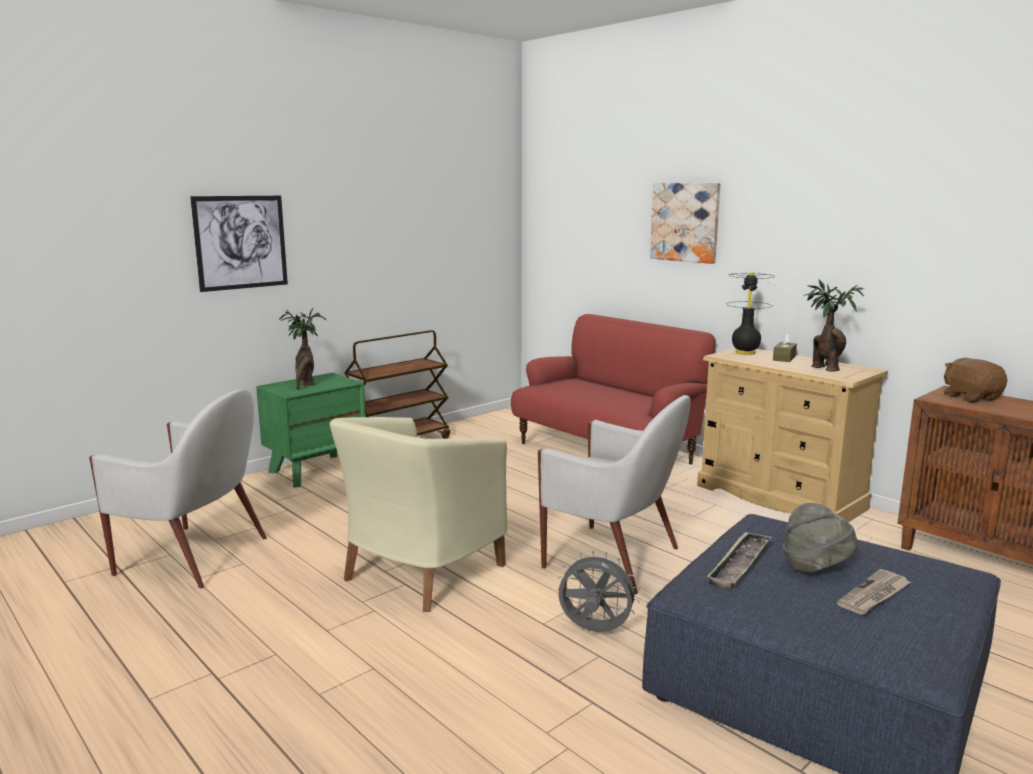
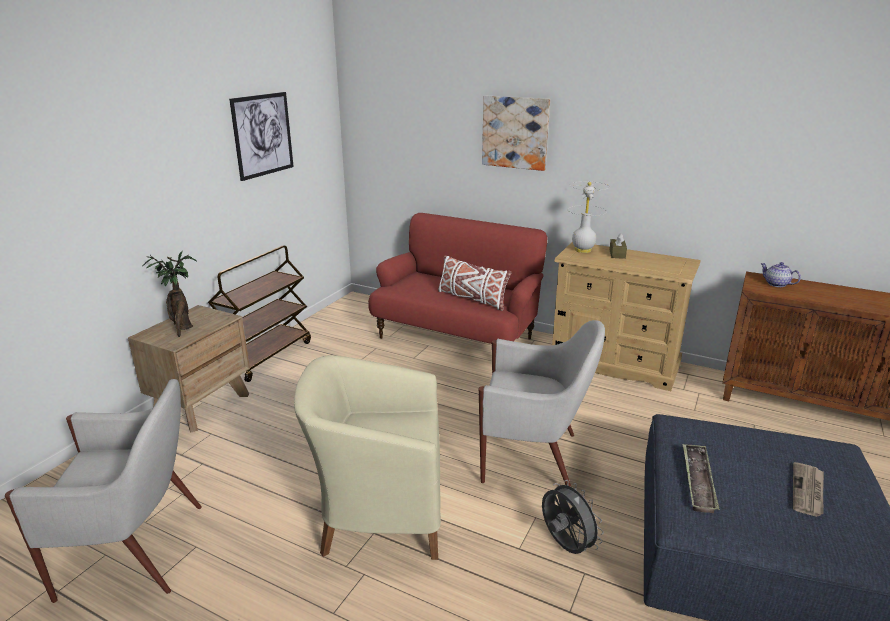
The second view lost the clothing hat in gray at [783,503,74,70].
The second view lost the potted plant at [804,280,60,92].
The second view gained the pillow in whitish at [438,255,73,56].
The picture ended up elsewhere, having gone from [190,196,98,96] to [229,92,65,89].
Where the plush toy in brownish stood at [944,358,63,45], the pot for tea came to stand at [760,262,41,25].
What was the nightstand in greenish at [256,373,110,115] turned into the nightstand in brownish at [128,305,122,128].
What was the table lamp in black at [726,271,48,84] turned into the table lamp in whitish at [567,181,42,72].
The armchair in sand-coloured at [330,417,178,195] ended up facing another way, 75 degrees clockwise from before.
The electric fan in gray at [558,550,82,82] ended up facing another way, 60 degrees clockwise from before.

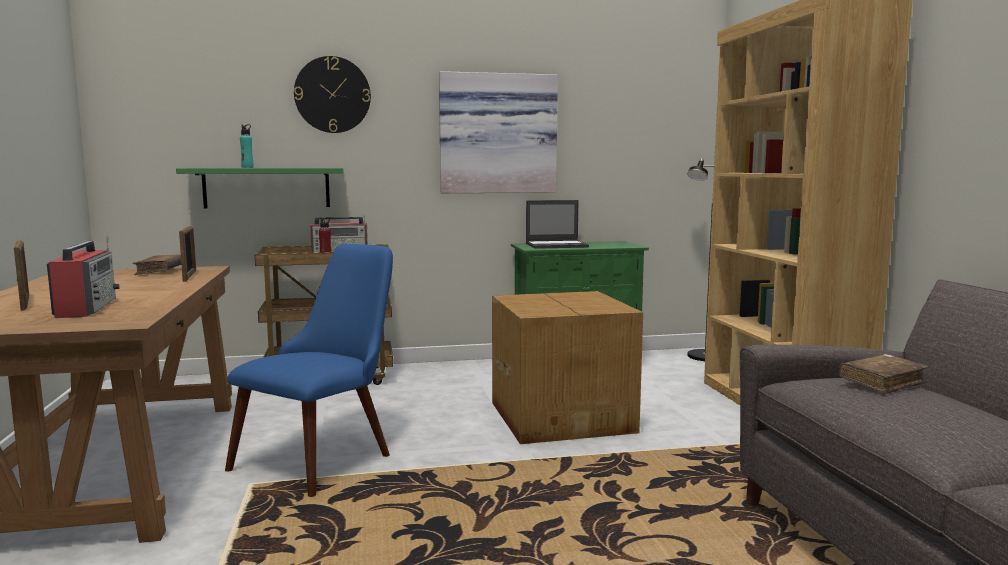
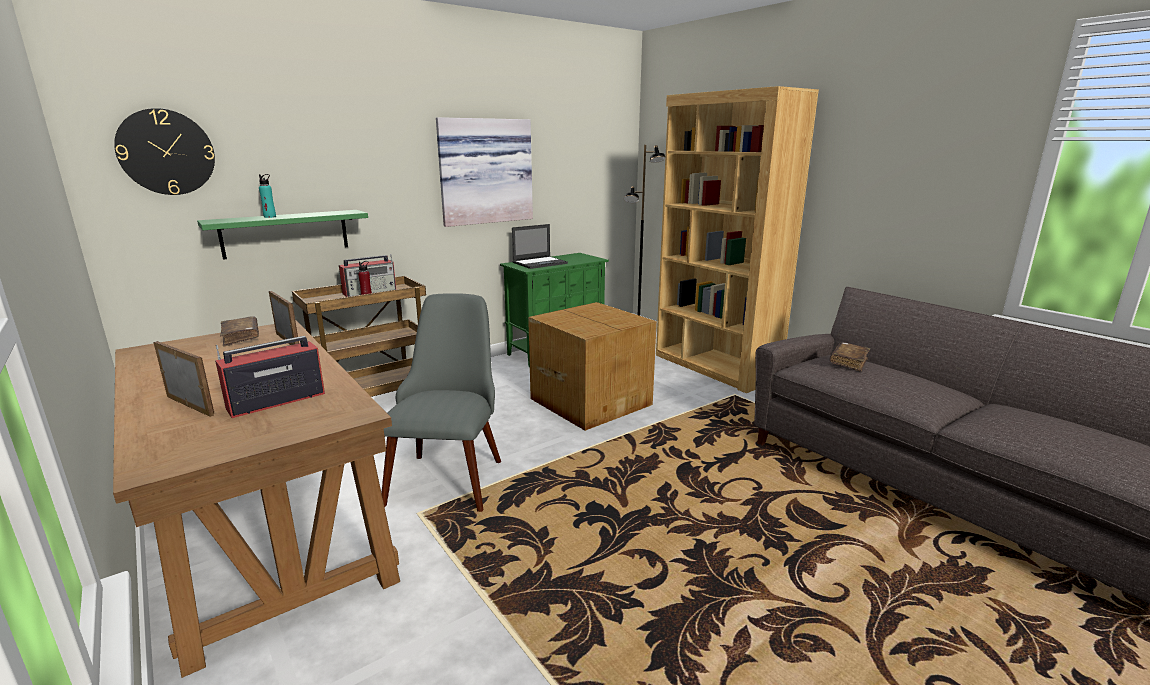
The hanging clock ended up elsewhere, having gone from [294,56,77,77] to [114,108,101,87].
What was the upright chair in bluish at [225,244,168,253] turned into the upright chair in gray at [382,293,119,219].
The radio at [47,236,73,82] ended up facing another way, 90 degrees counterclockwise from before.

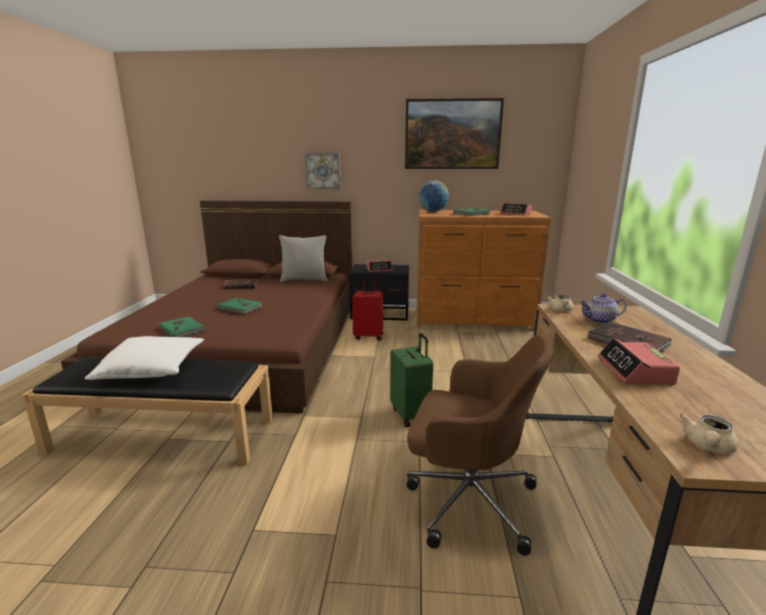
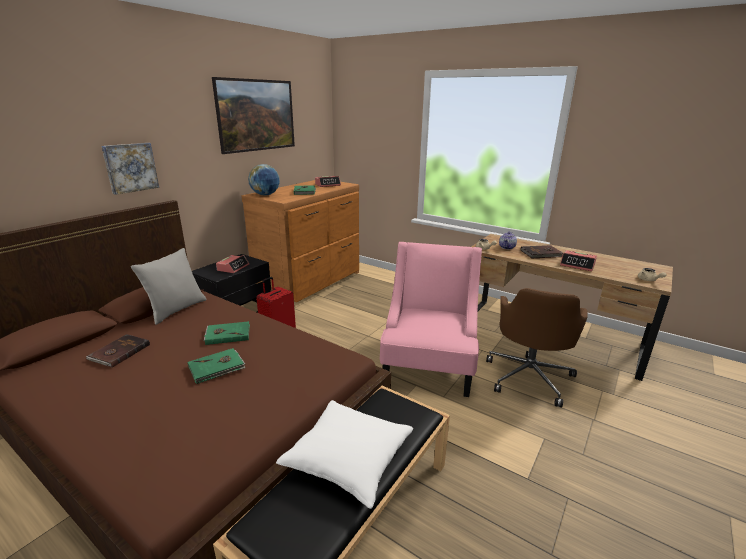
The book in greenish ended up elsewhere, having gone from [159,316,46,21] to [204,321,46,24].
Where the travel case in greenish stood at [391,333,42,94], the armchair in pink came to stand at [380,242,102,155].
The computer chair in brownish at [406,335,147,221] ended up facing another way, 150 degrees clockwise from before.

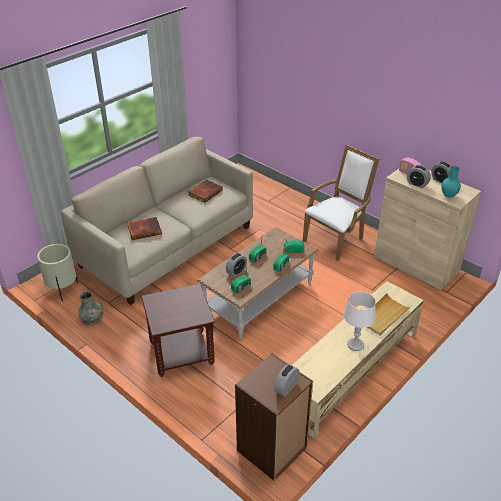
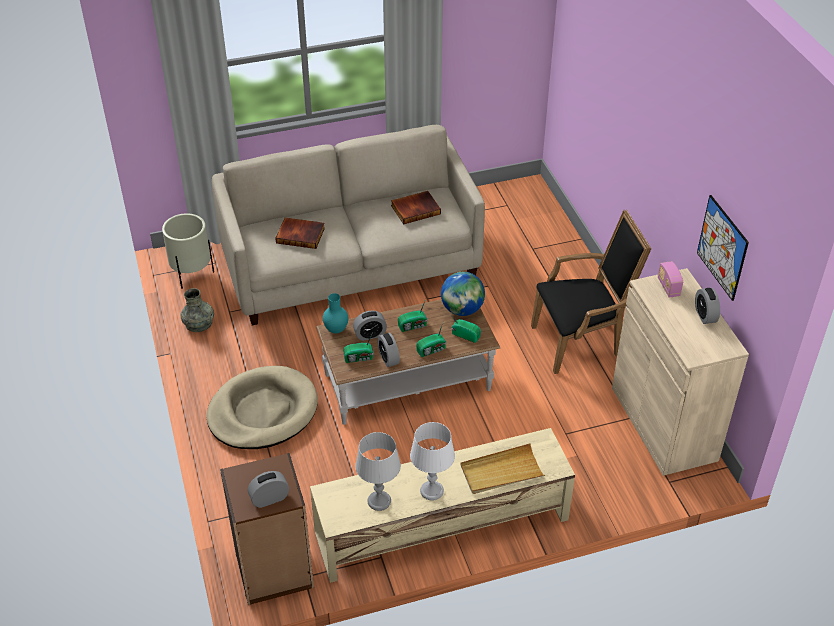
The second view gained the table lamp in gray at [355,432,46,79].
The second view gained the desk globe at [441,272,44,44].
The second view gained the picture at [697,195,52,106].
The alarm clock ended up elsewhere, having gone from [407,165,24,23] to [377,333,23,34].
The vase in blue-green ended up elsewhere, having gone from [441,166,20,32] to [323,293,25,40].
Where the end table in brownish stood at [141,284,74,93], the dog cushion in sand-coloured came to stand at [207,366,111,83].
What was the armchair in whitish at [303,145,76,116] turned into the armchair in black at [531,210,121,164].

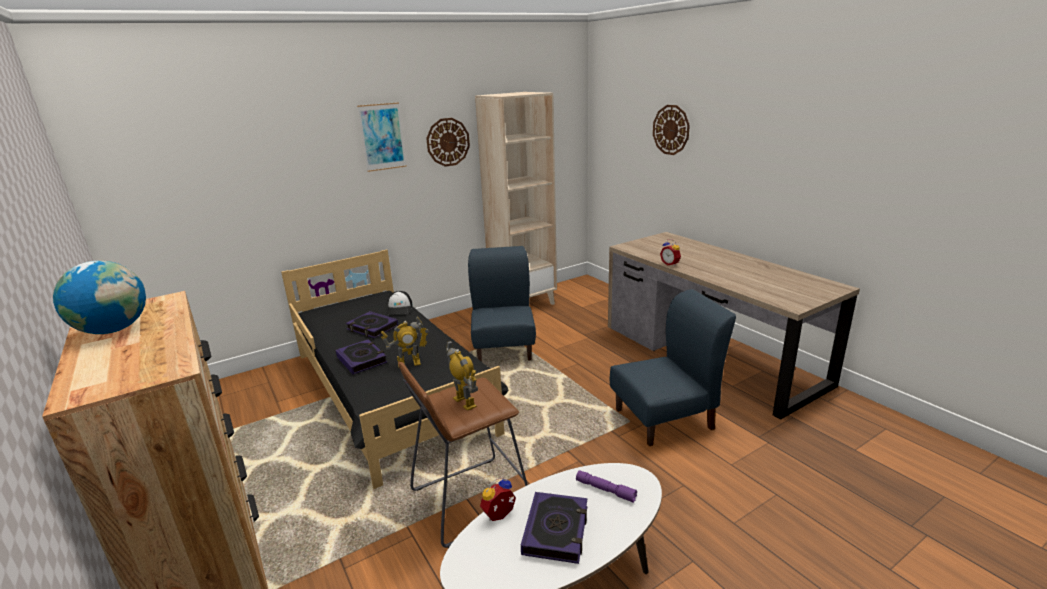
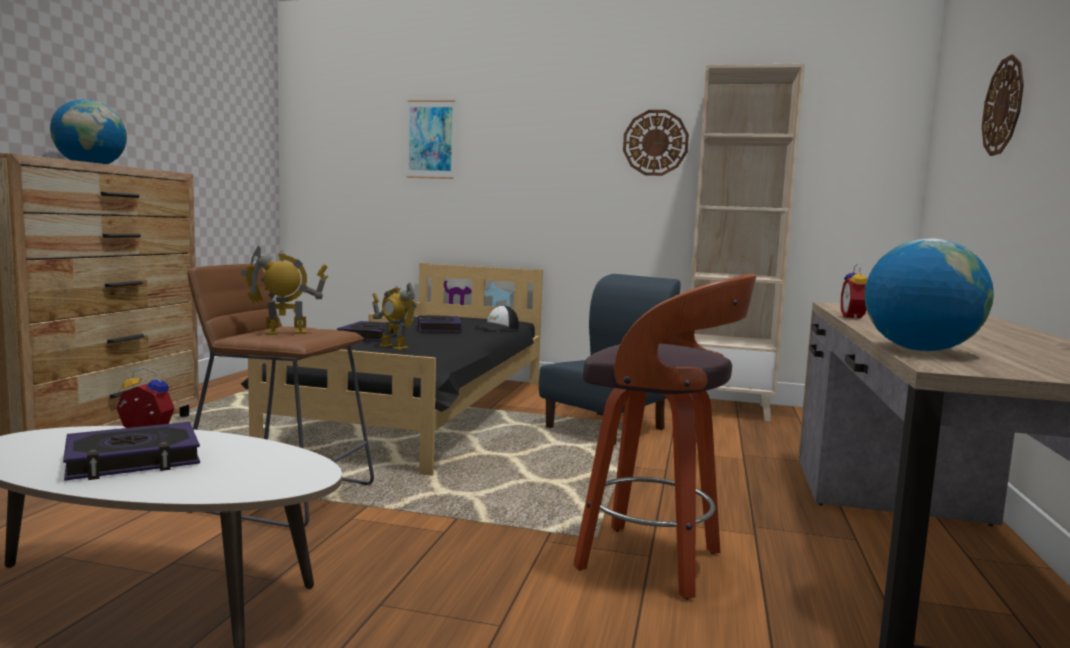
The second view lost the torch in purple at [576,470,61,33].
The second view gained the desk globe at [865,238,129,113].
The picture ended up elsewhere, having gone from [357,102,50,70] to [406,100,49,79].
Where the upright chair in bluish stood at [610,289,126,157], the stool seat came to stand at [573,274,184,326].
The model robot at [446,340,32,71] ended up facing another way, 120 degrees counterclockwise from before.

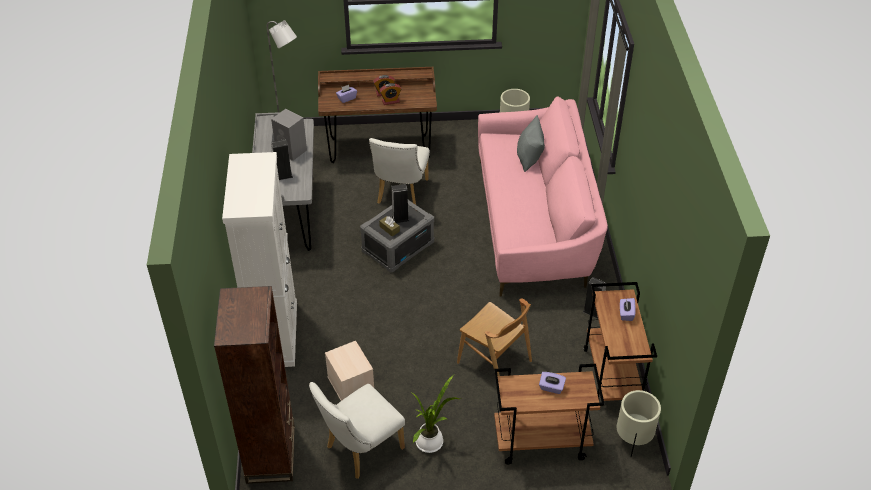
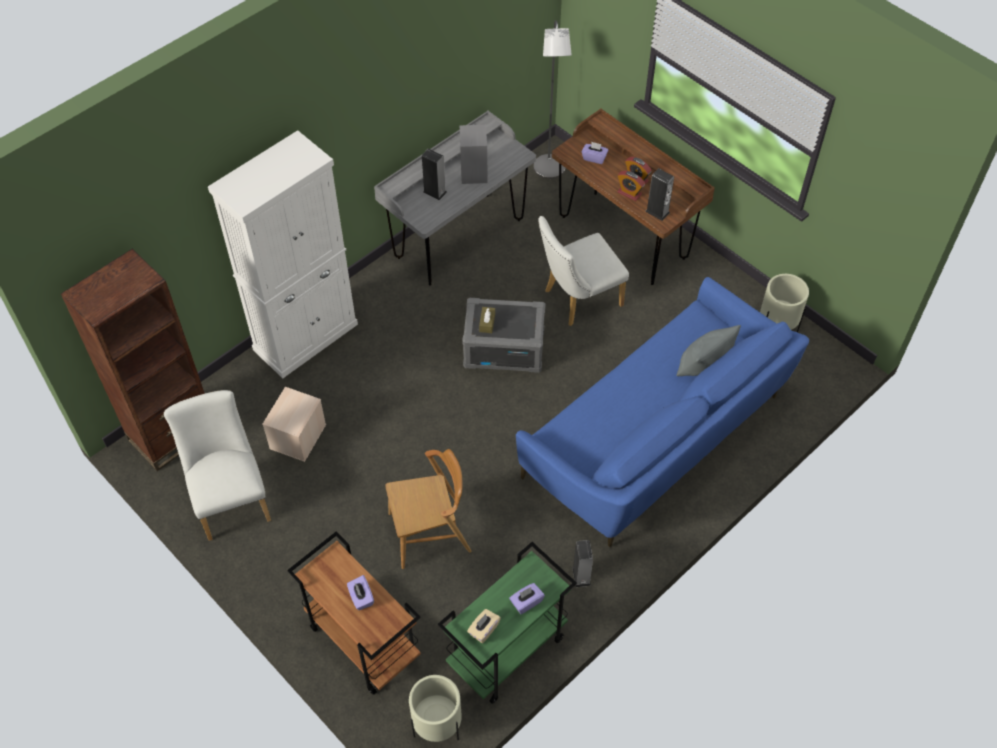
The second view lost the potted plant at [412,375,48,78].
The second view gained the tissue box in sand-coloured at [467,609,34,34].
The audio speaker ended up elsewhere, having gone from [391,184,18,39] to [645,168,29,53].
What was the settee in pink at [478,96,130,201] turned into the settee in bluish at [516,277,293,270].
What was the trolley in brownish at [584,282,73,121] turned into the trolley in greenish at [438,542,139,162].
The upright chair in whitish at [309,382,96,97] ended up facing another way, 60 degrees clockwise from before.
The upright chair in brownish at [457,298,75,78] ended up facing another way, 105 degrees counterclockwise from before.

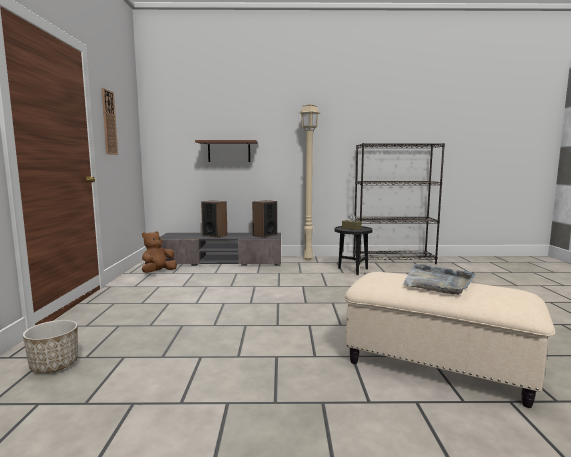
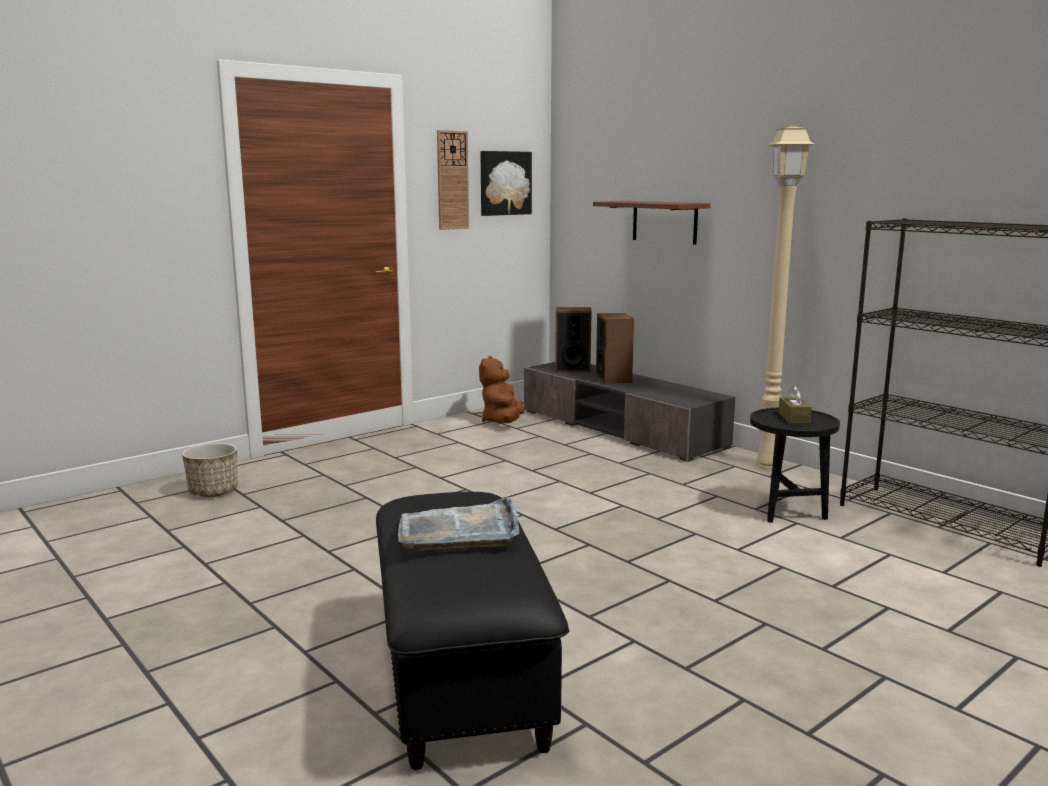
The second view gained the picture at [481,151,51,65].
The audio speaker ended up elsewhere, having gone from [252,200,25,38] to [555,307,37,65].
What was the ottoman in sand-coloured at [344,272,211,136] turned into the ottoman in black at [376,492,193,278].
The plush toy in brownish at [142,231,35,42] ended up facing another way, 75 degrees counterclockwise from before.

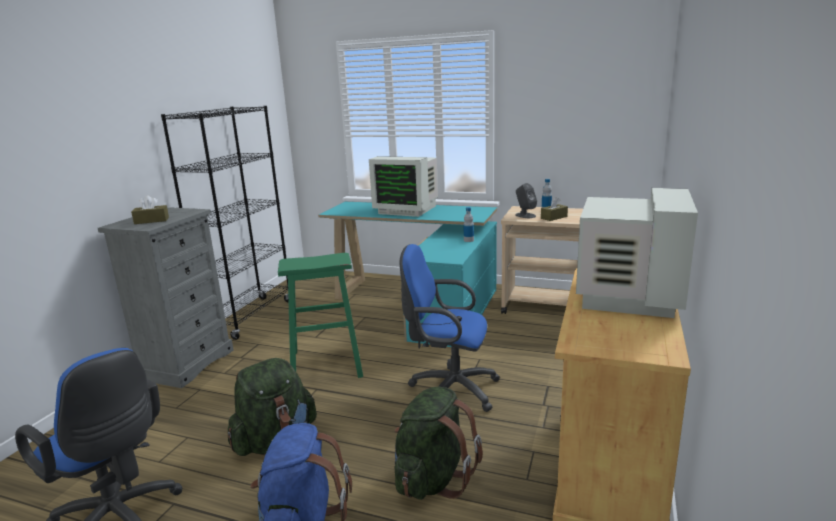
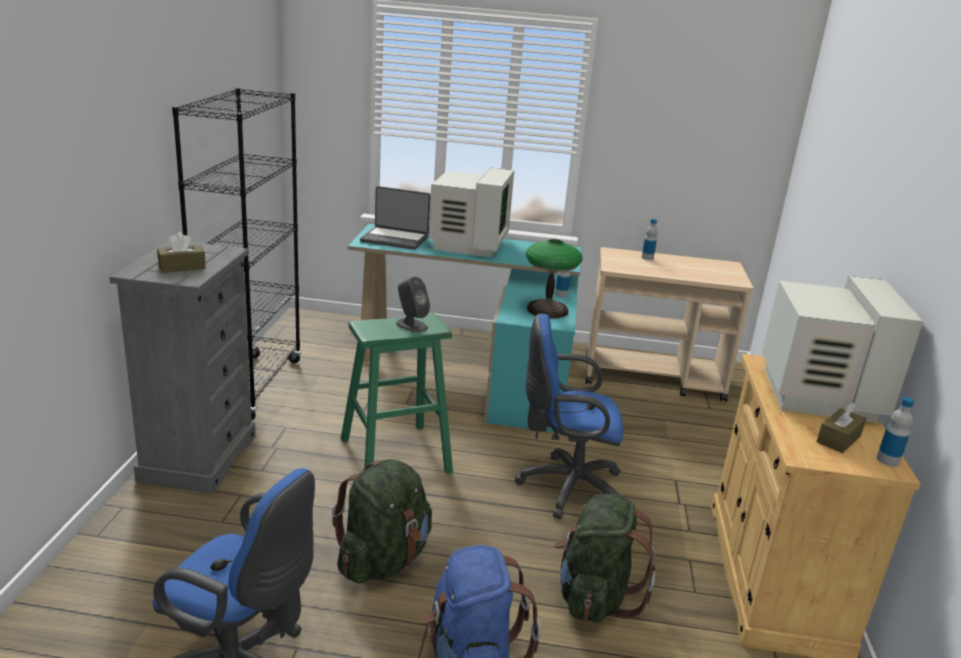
The second view gained the notebook computer at [360,186,71,64].
The second view gained the table lamp at [526,239,56,80].
The second view gained the beverage bottle at [877,397,37,70].
The audio speaker in gray ended up elsewhere, having gone from [515,183,22,35] to [396,277,34,55].
The tissue box in brownish ended up elsewhere, having gone from [541,197,27,24] to [816,403,50,50].
The monitor at [369,156,69,61] ended up facing another way, 90 degrees counterclockwise from before.

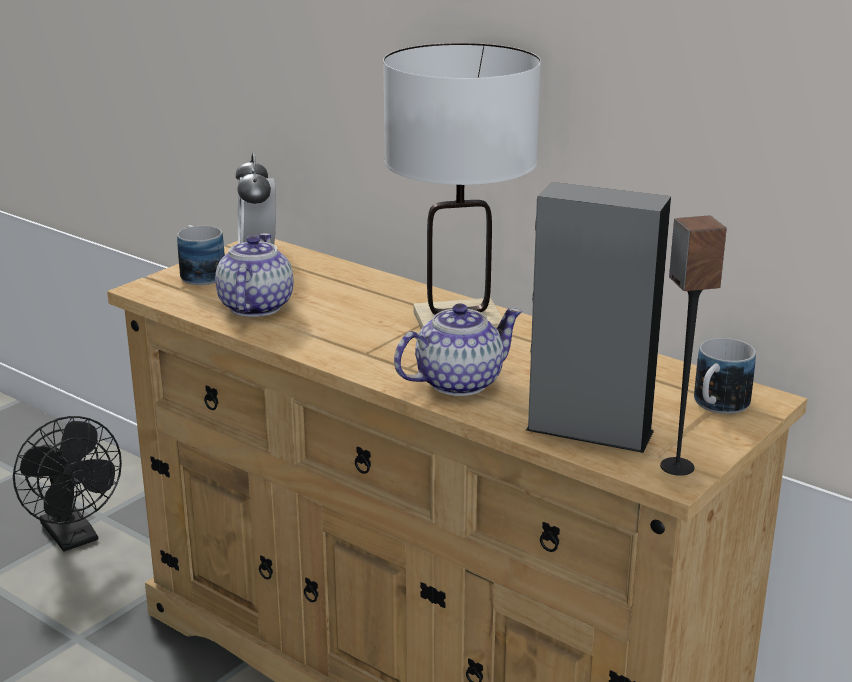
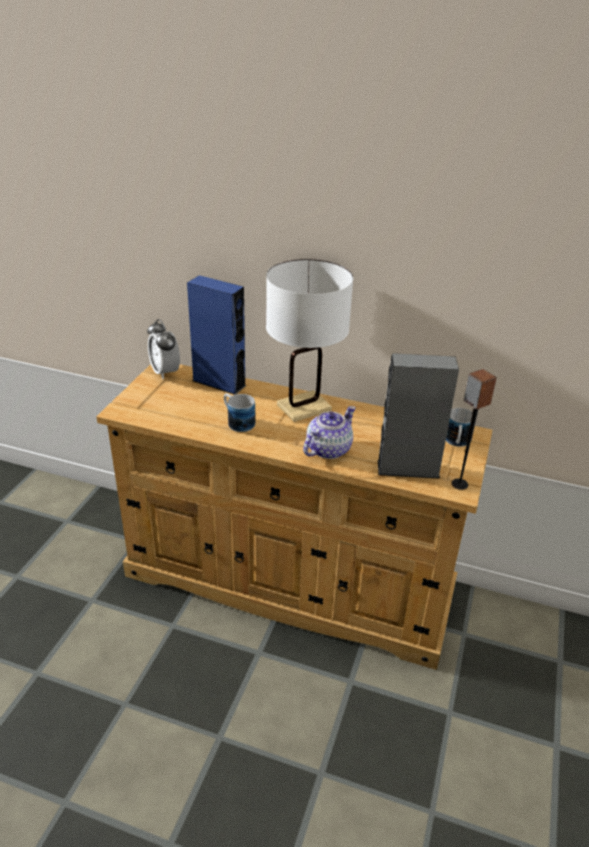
The second view lost the electric fan in black at [13,416,109,135].
The second view lost the pot for tea at [215,233,79,84].
The second view gained the audio speaker in bluish at [187,275,59,120].
The mug ended up elsewhere, having gone from [177,225,48,60] to [224,393,31,39].

